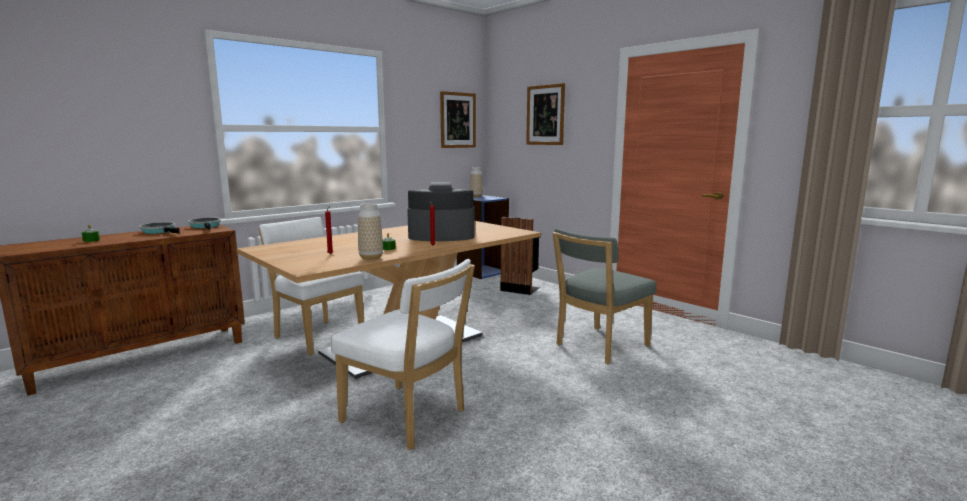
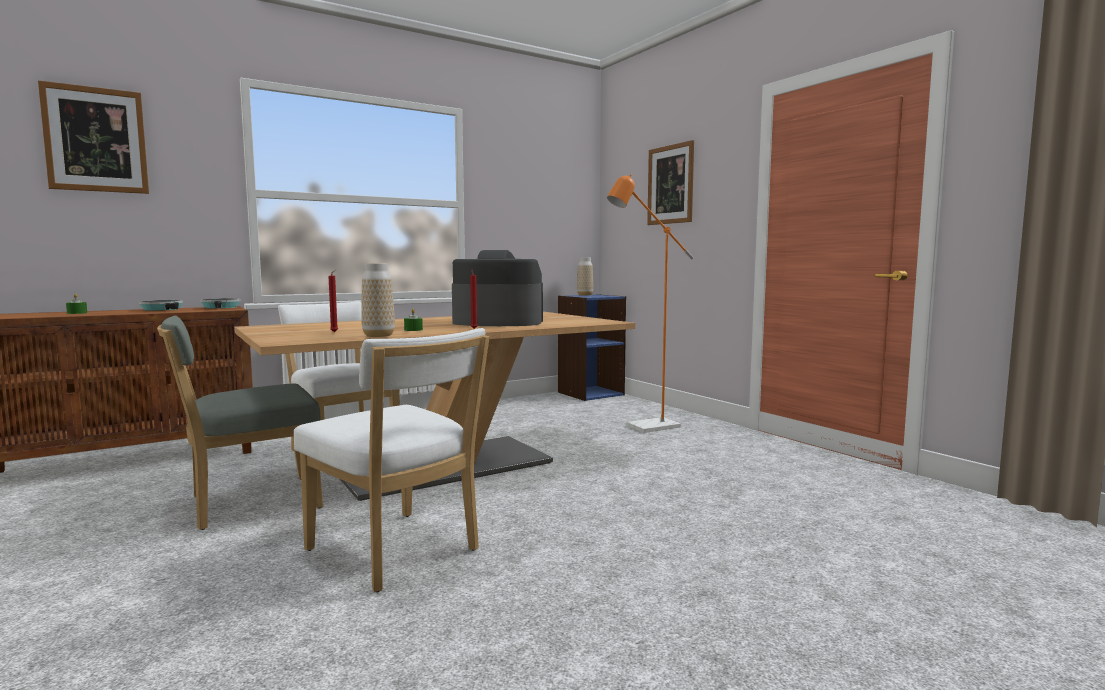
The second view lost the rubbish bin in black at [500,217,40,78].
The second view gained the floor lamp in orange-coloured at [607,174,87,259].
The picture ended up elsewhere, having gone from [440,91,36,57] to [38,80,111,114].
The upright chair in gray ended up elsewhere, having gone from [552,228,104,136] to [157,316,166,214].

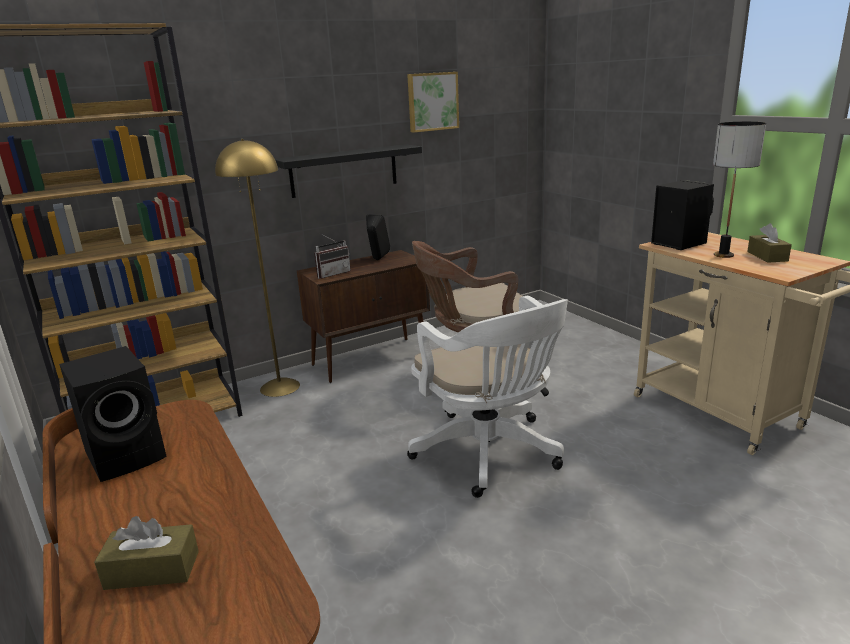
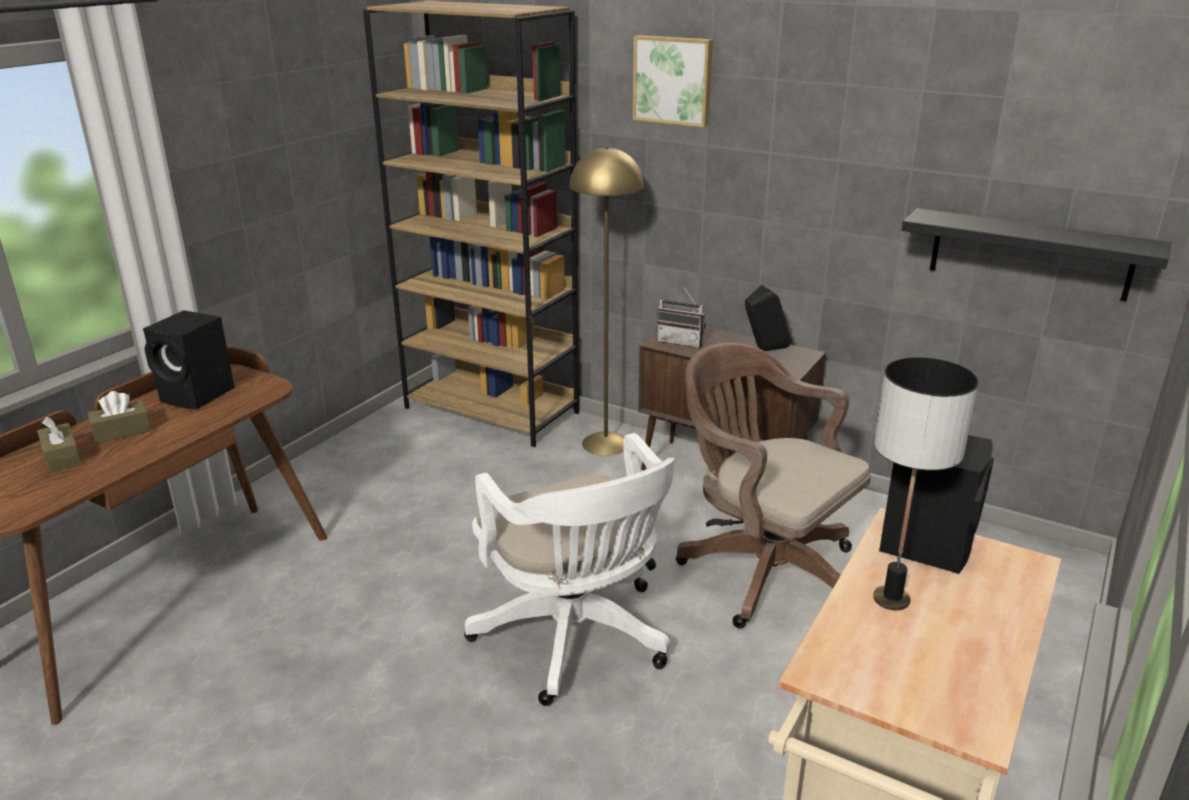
The bracket shelf in black ended up elsewhere, having gone from [275,144,147,54] to [902,208,269,93].
The picture ended up elsewhere, having gone from [407,72,52,61] to [633,35,80,92].
The tissue box in brownish ended up elsewhere, having gone from [747,223,45,40] to [88,391,64,53].
The computer chair in whitish at [407,296,161,202] ended up facing another way, 60 degrees counterclockwise from before.

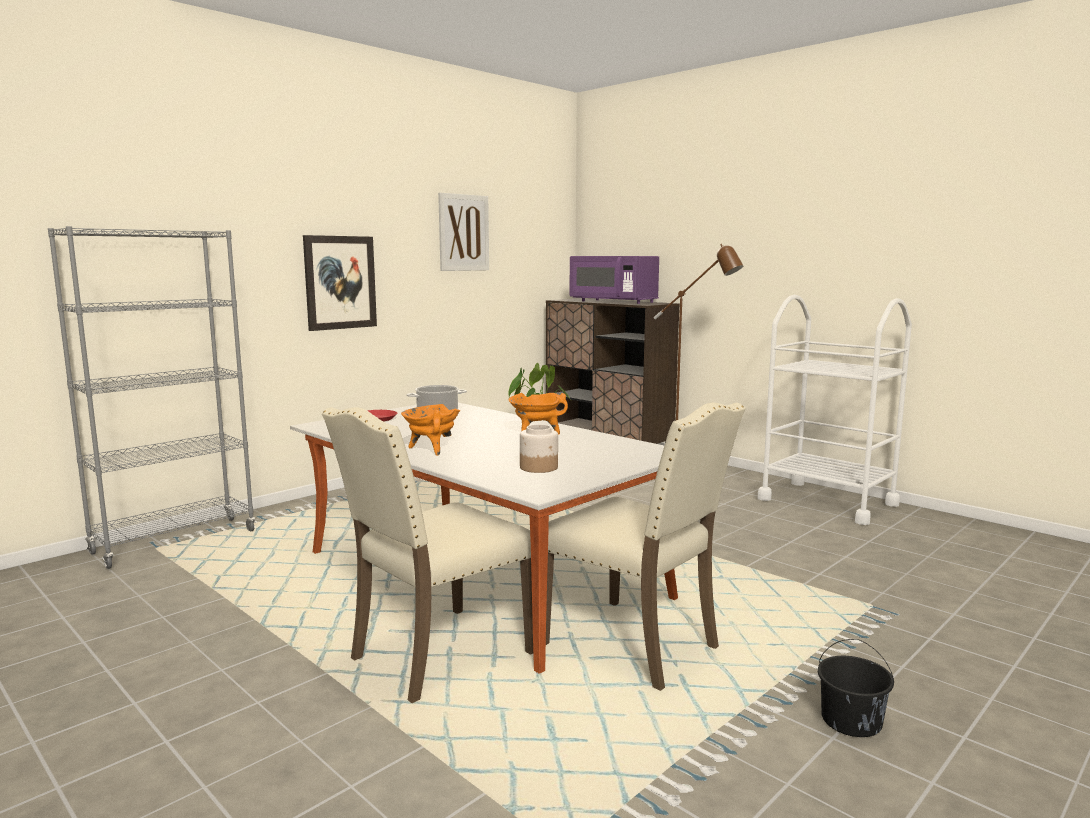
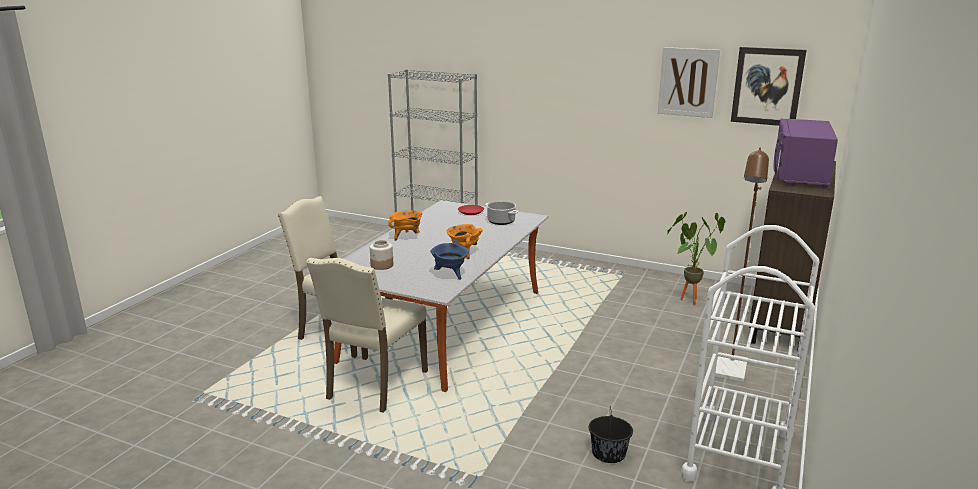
The second view gained the stockpot in bluish at [430,240,39,40].
The picture ended up elsewhere, having gone from [303,235,74,96] to [731,47,75,79].
The pail in black ended up elsewhere, having gone from [818,639,76,98] to [589,406,44,57].

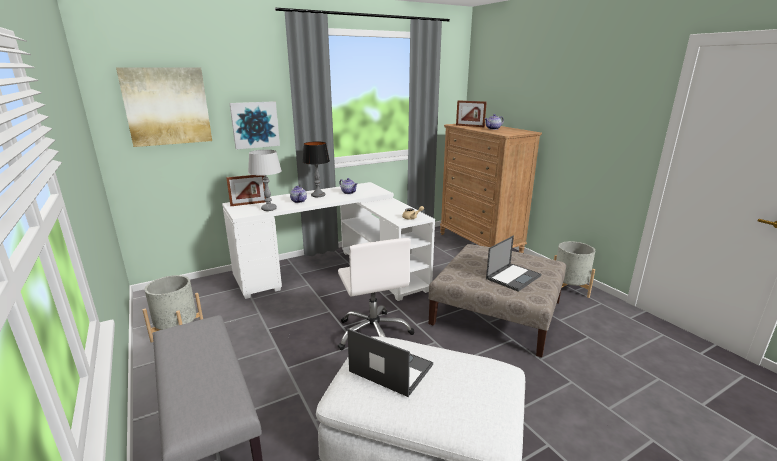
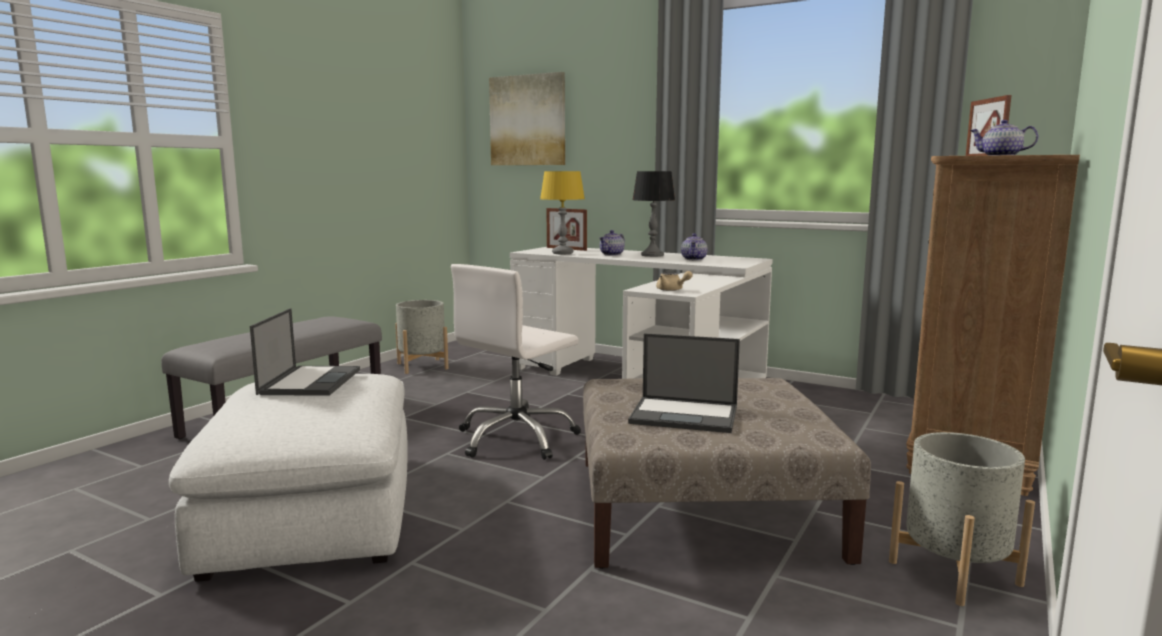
The second view lost the picture at [229,101,51,48].
What was the table lamp in gray at [248,150,34,61] turned into the table lamp in yellowish at [540,171,45,84].

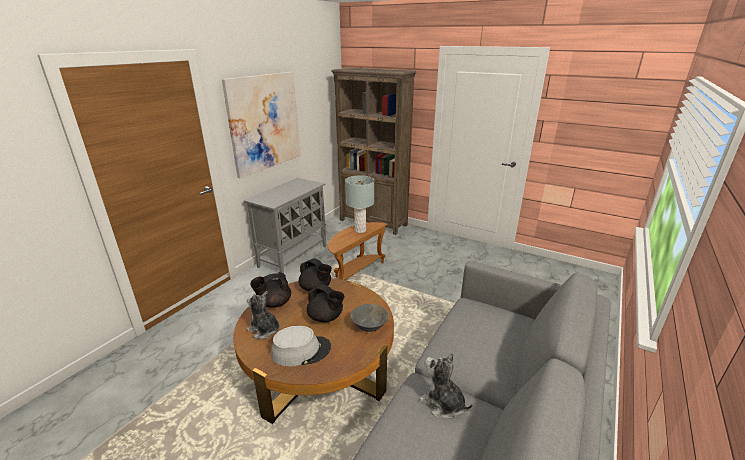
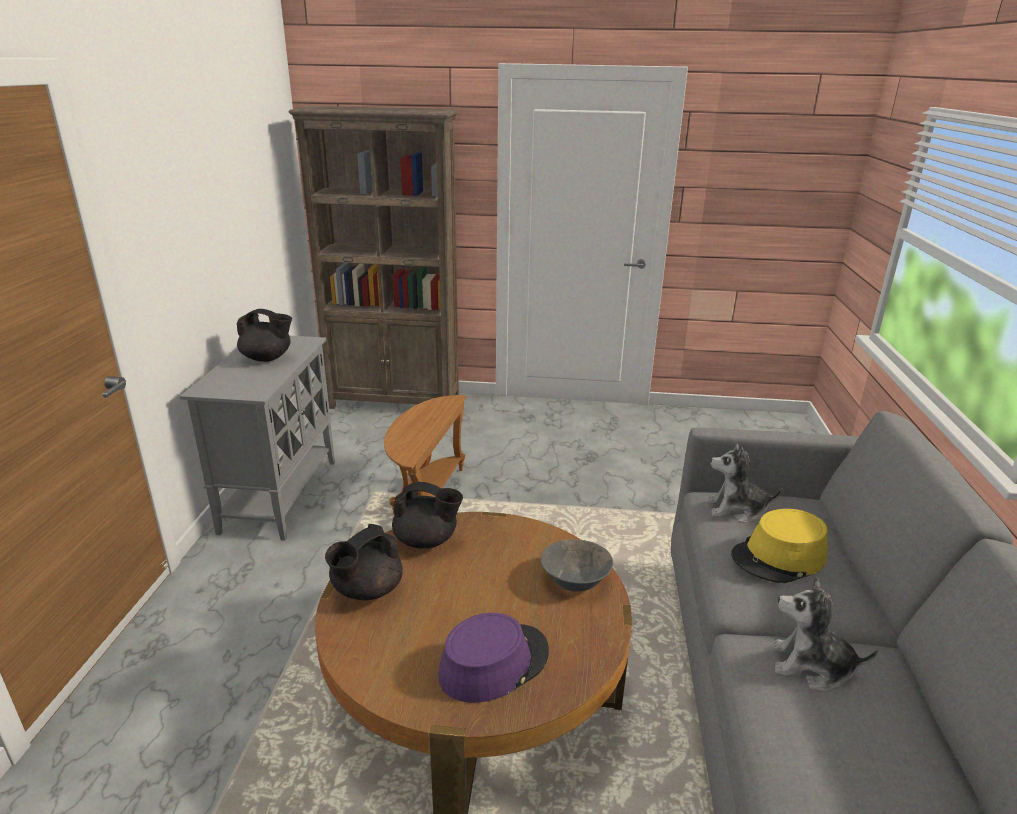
The second view lost the picture at [222,72,78,106].
The second view lost the table lamp in gray at [345,176,29,57].
The second view gained the clothing hat in yellowish at [731,509,97,74].
The plush toy ended up elsewhere, having gone from [247,291,33,48] to [708,442,74,81].
The pot for tea in black ended up elsewhere, having gone from [307,284,37,38] to [237,309,55,53].
What was the clothing hat in gray at [271,326,60,40] turned into the clothing hat in purple at [438,613,111,90].

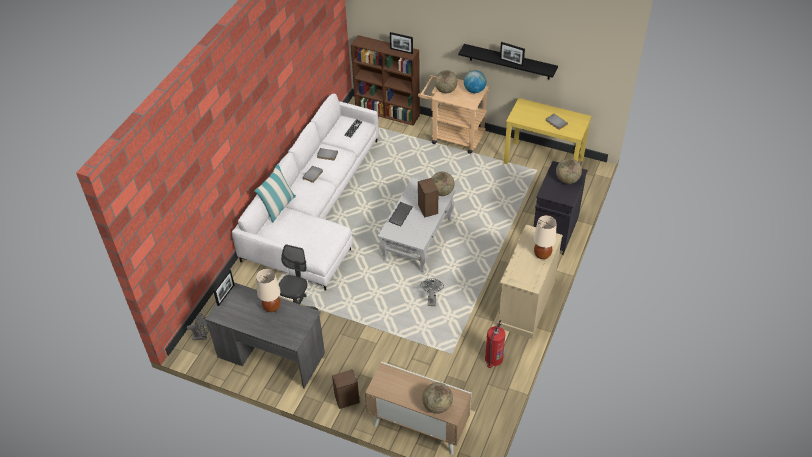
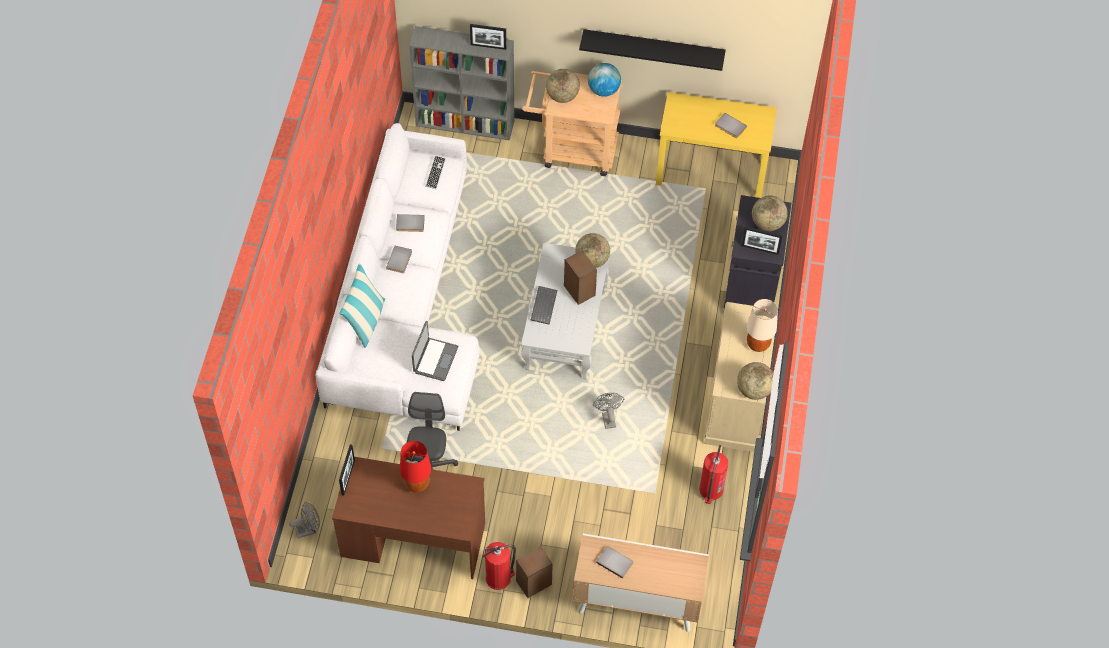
The second view gained the notebook computer at [412,321,46,60].
The second view gained the fire extinguisher at [483,542,33,48].
The second view gained the book in gray at [596,546,37,33].
The desk globe ended up elsewhere, having gone from [422,382,31,32] to [737,362,36,38].
The standing frame ended up elsewhere, having gone from [500,42,25,24] to [742,227,41,28].
What was the desk table in gray at [205,282,120,107] turned into the desk table in brownish at [332,457,153,122].
What was the table lamp in sand-coloured at [256,269,25,43] turned into the table lamp in red-coloured at [400,441,31,52].
What was the bookshelf in brownish at [351,35,69,91] turned into the bookshelf in gray at [409,26,105,114].

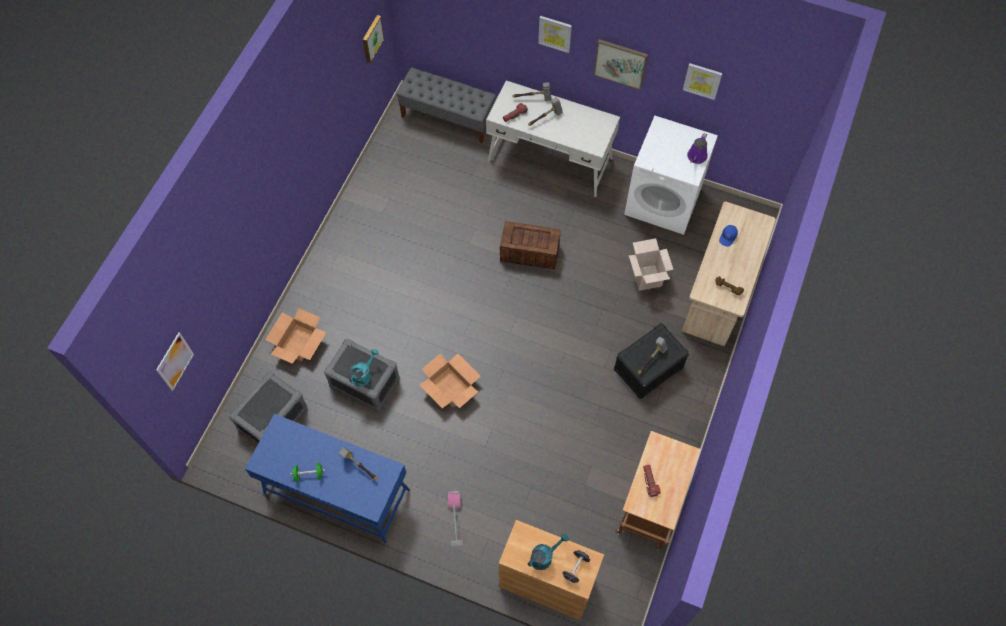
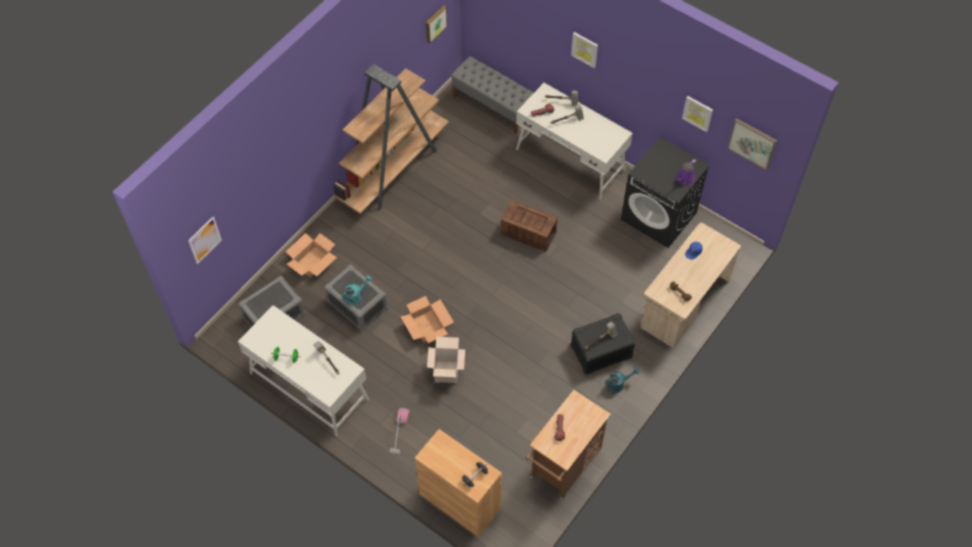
The second view gained the bookshelf in brownish at [333,64,116,150].
The sprinkling can in blue-green ended up elsewhere, having gone from [528,533,41,37] to [605,368,34,25].
The picture ended up elsewhere, having gone from [594,39,54,51] to [727,118,50,52].
The cardboard box ended up elsewhere, having gone from [629,238,45,53] to [427,337,38,46].
What was the desk table in bluish at [245,414,165,129] turned into the desk table in whitish at [238,305,131,131].
What was the laundry appliance in whitish at [624,116,94,119] turned into the laundry appliance in black at [621,137,89,111].

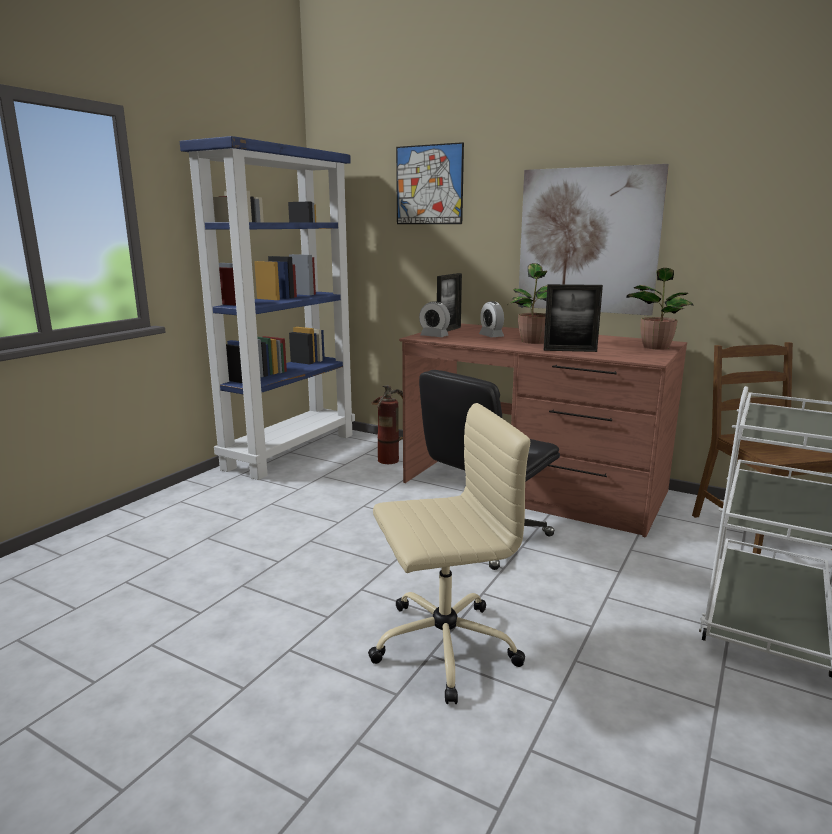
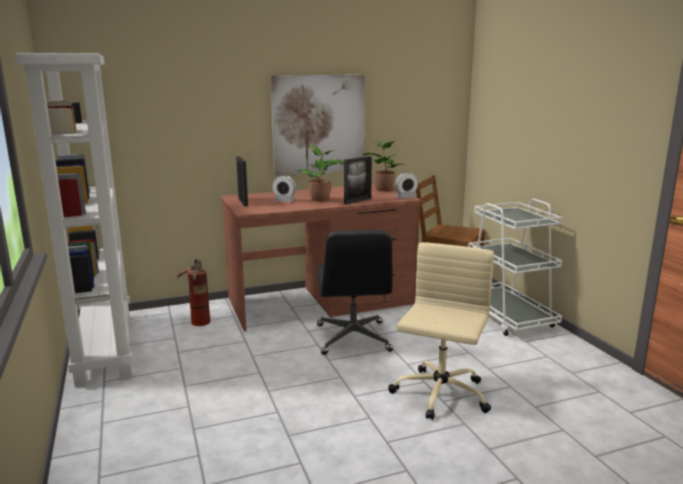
The second view lost the picture at [396,142,68,82].
The alarm clock ended up elsewhere, having gone from [419,301,31,36] to [395,172,23,26].
What was the bookshelf in bluish at [180,136,175,344] turned into the bookshelf in whitish at [15,53,118,334].

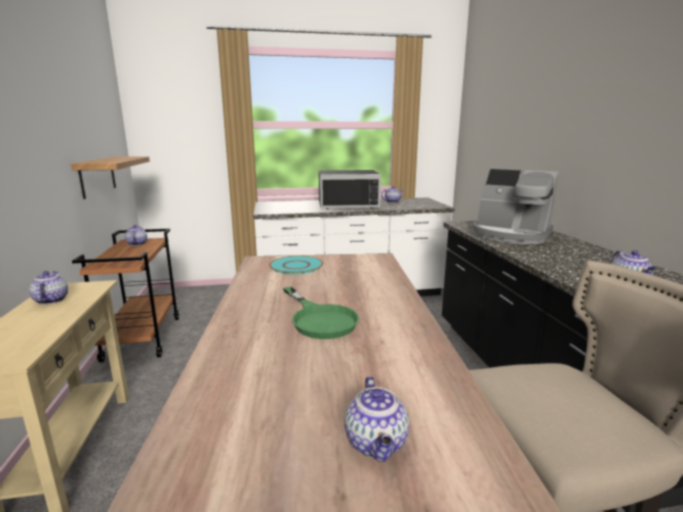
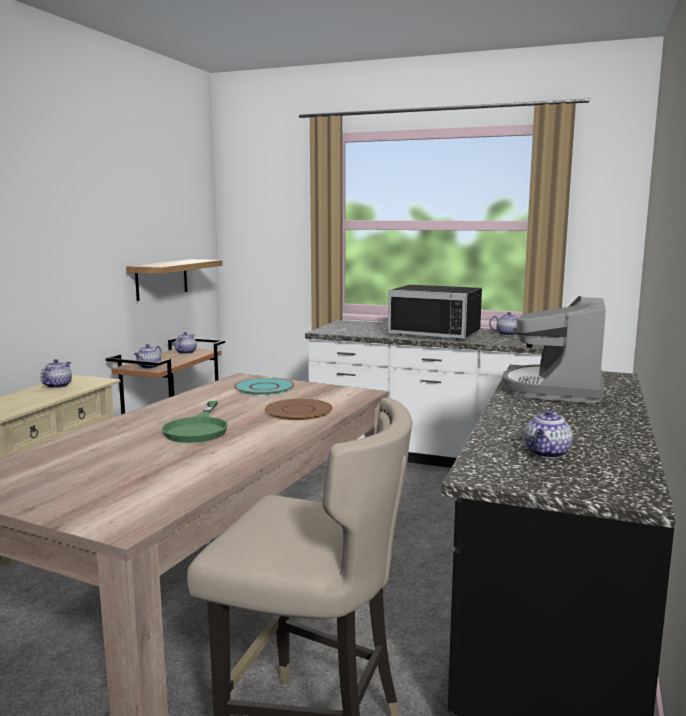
The second view gained the plate in brownish at [265,399,68,21].
The pot for tea ended up elsewhere, having gone from [344,376,66,86] to [134,344,28,25].
The coffee machine at [473,169,86,76] ended up facing another way, 45 degrees clockwise from before.

